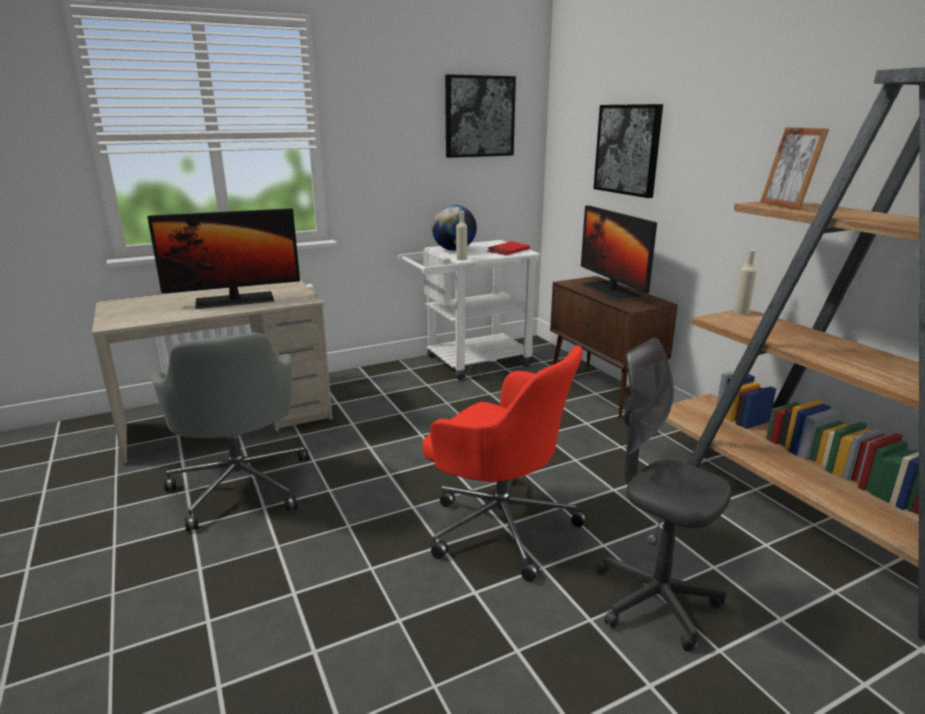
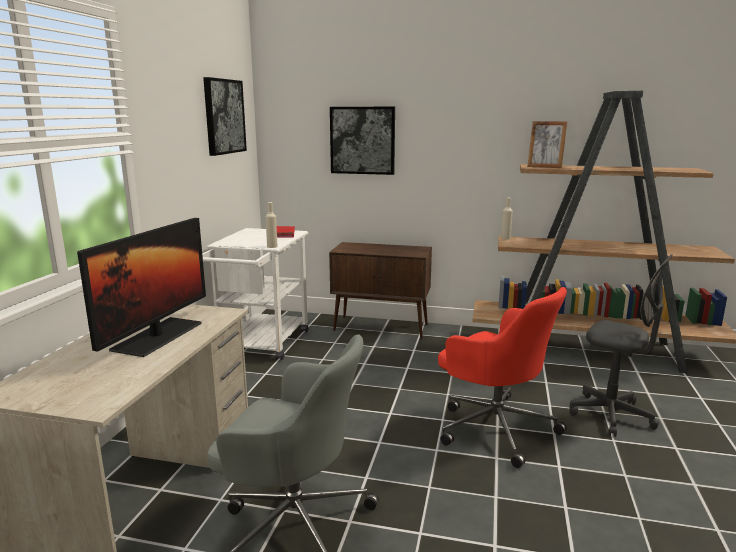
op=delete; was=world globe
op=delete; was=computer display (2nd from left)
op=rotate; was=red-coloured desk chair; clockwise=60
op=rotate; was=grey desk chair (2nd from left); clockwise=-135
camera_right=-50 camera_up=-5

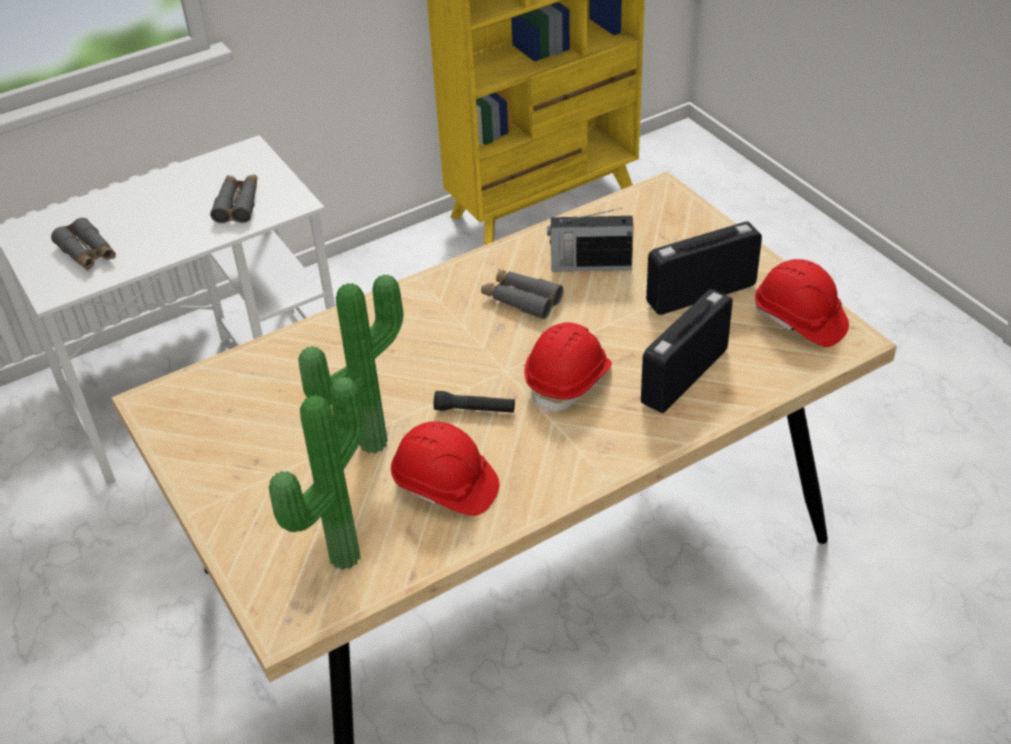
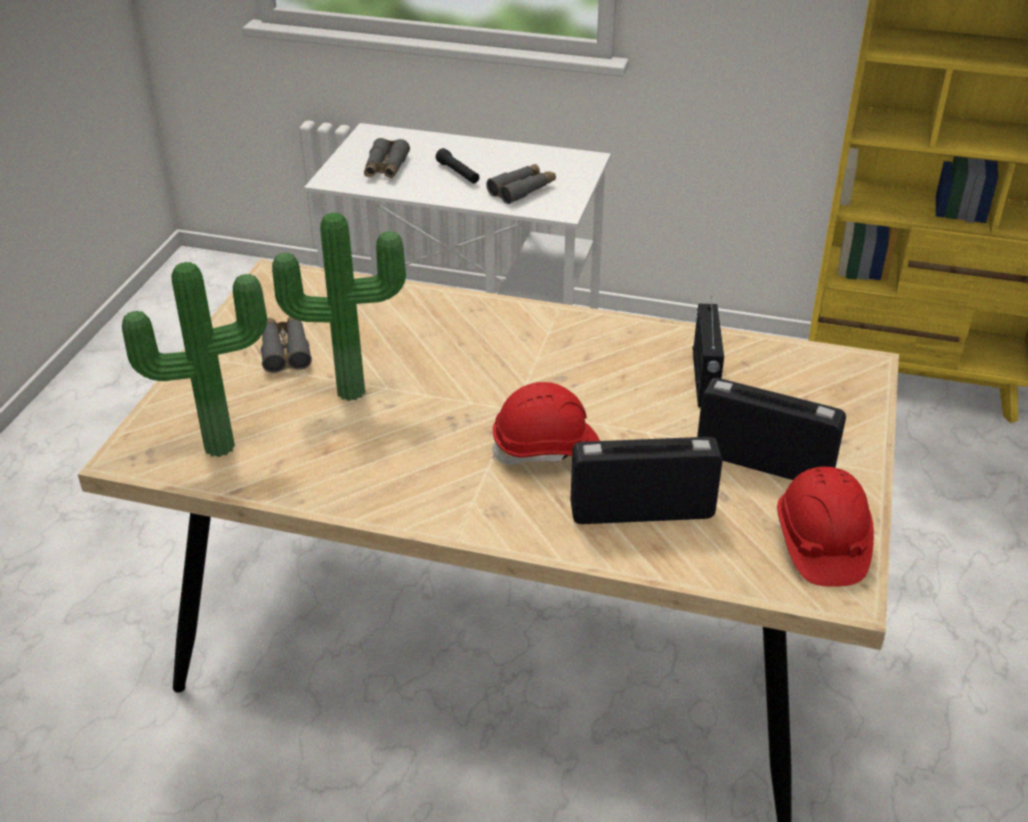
op=delete; was=red-coloured hard hat (1st from left)
op=move; was=black hand torch
op=move; was=grey pair of binoculars (3rd from left in the first image); now=grey pair of binoculars (1st from left)
op=rotate; was=radio (1st from left in the first image); clockwise=-135
camera_right=45 camera_up=-5

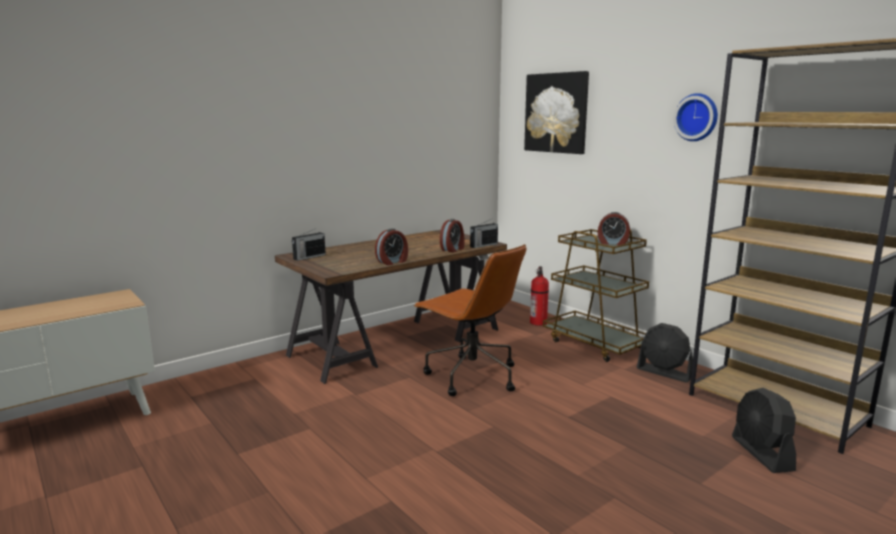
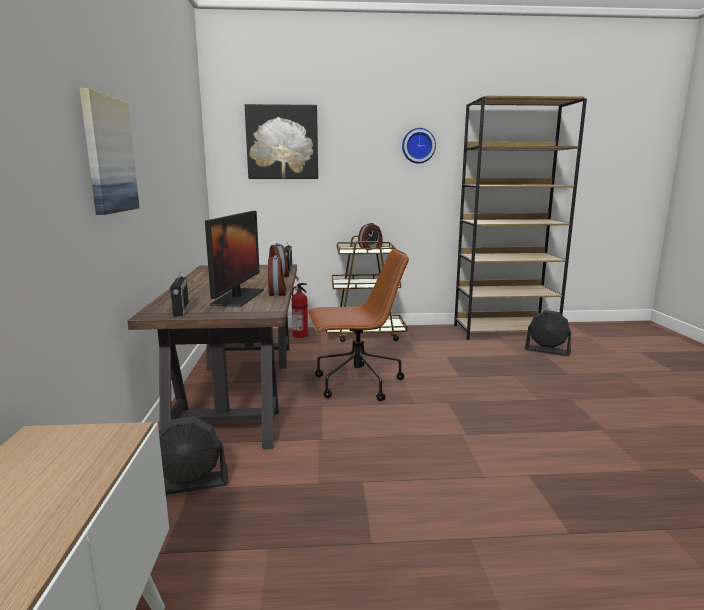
op=insert; now=wall art (1st from left)
op=insert; now=computer display
op=move; was=black cooling fan (1st from left)
camera_right=-55 camera_up=0

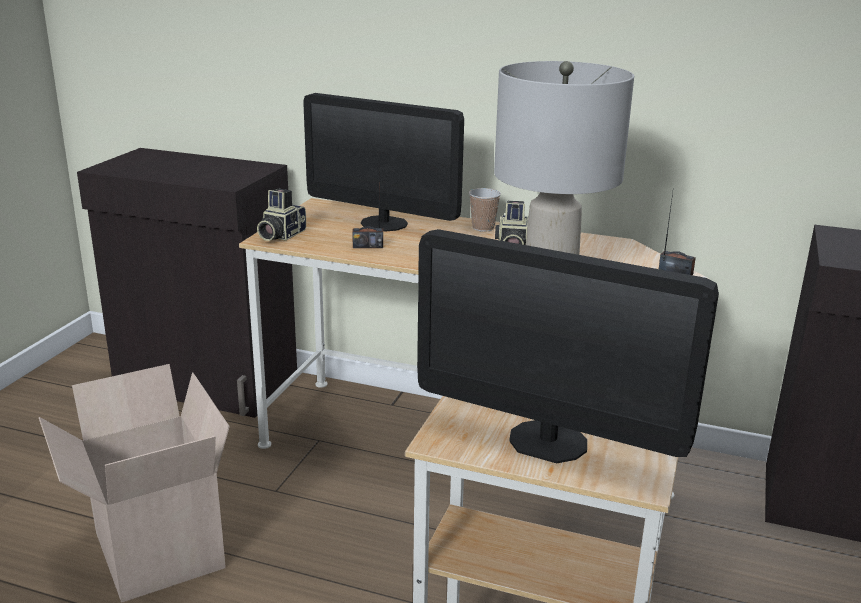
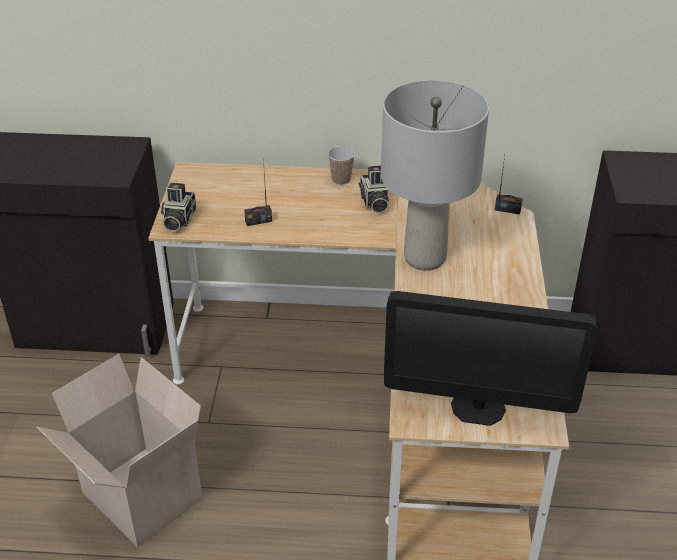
op=delete; was=computer display (1st from left)
camera_right=-15 camera_up=15

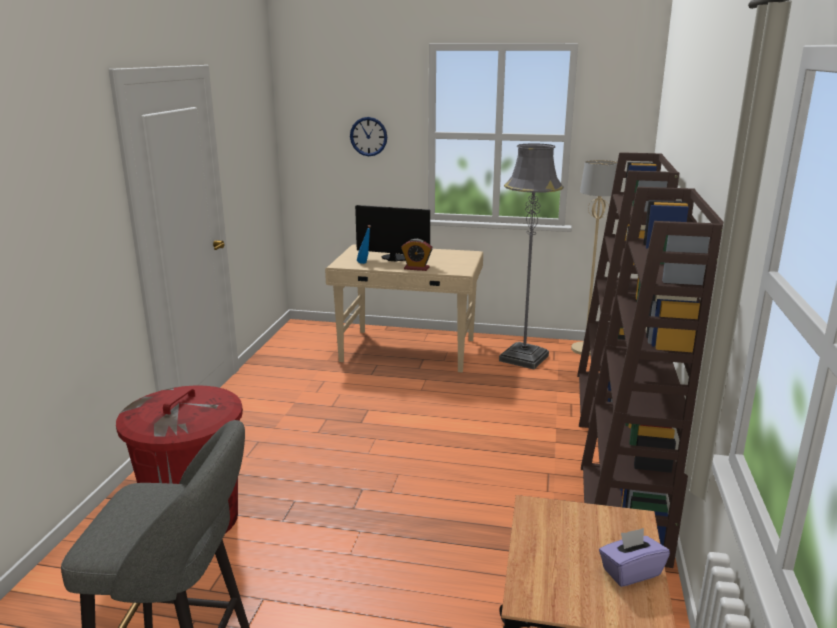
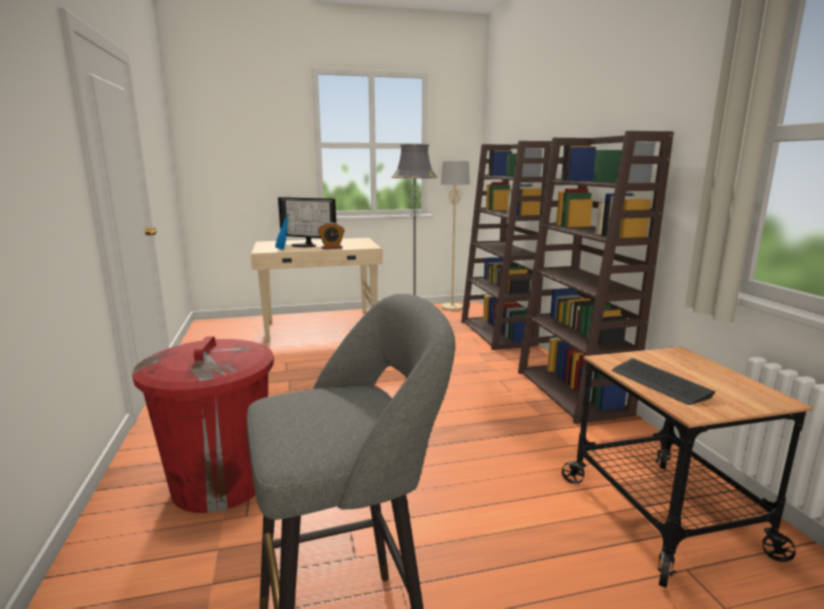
op=delete; was=wall clock
op=delete; was=purplish tissue holder
op=insert; now=keyboard
op=rotate; was=computer display; clockwise=-150
camera_right=-25 camera_up=-5

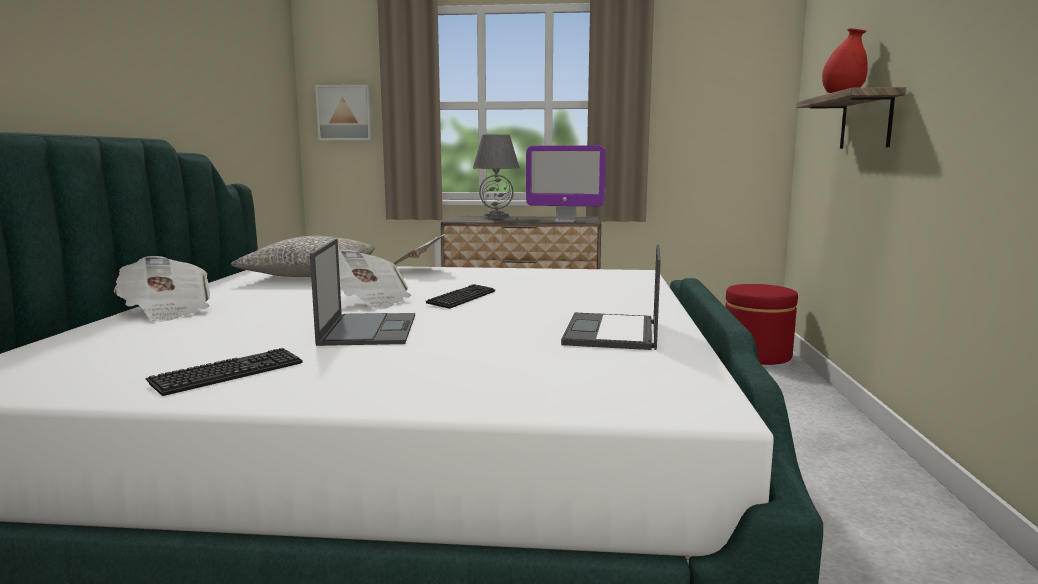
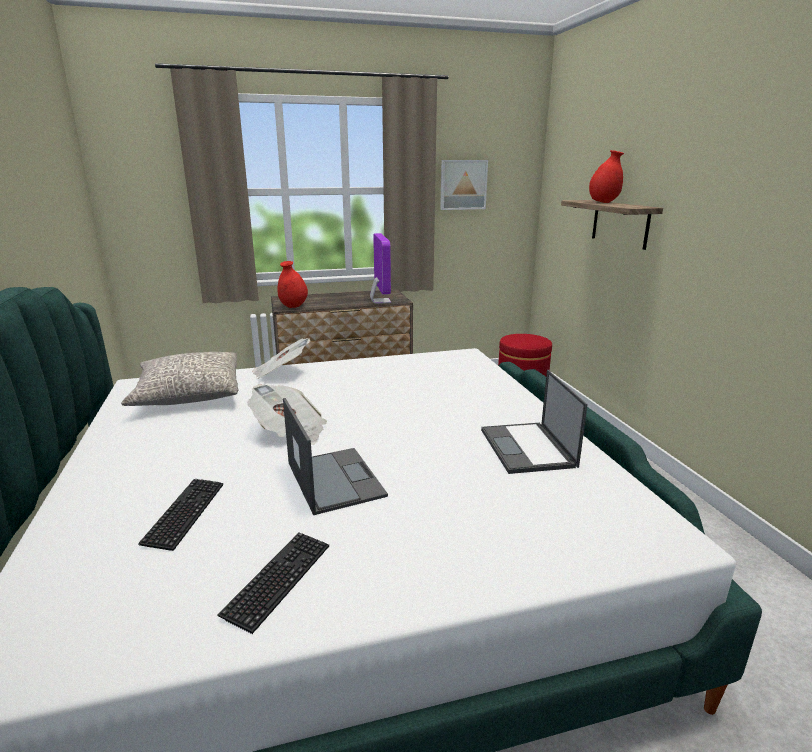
op=delete; was=newspaper (1st from left)
op=delete; was=grey lamp for a table
op=insert; now=red-coloured vase (1st from left)
op=move; was=wall art
op=move; was=keyboard (2nd from left in the first image); now=keyboard (1st from left)
op=rotate; was=computer display; clockwise=-90
camera_right=-20 camera_up=10

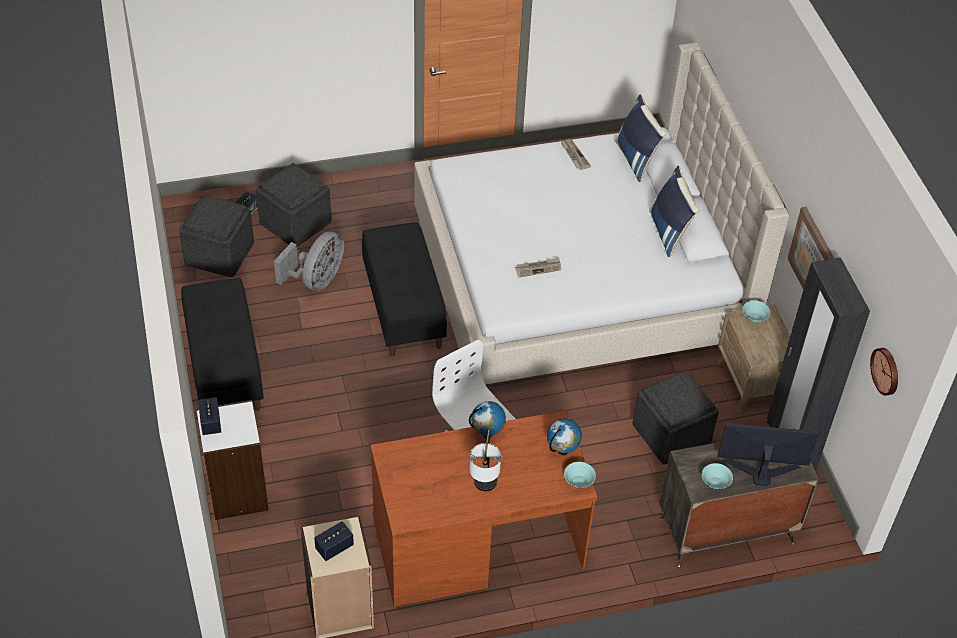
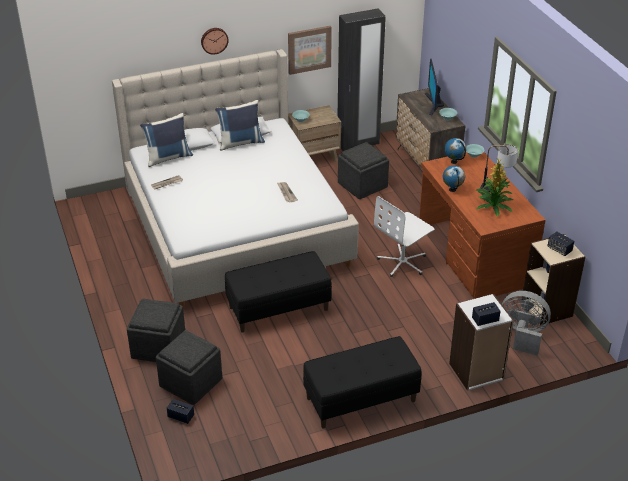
op=insert; now=plant in a pot
op=move; was=grey footrest (1st from left)
op=move; was=grey cooling fan
op=move; was=wall clock
camera_right=-95 camera_up=-10

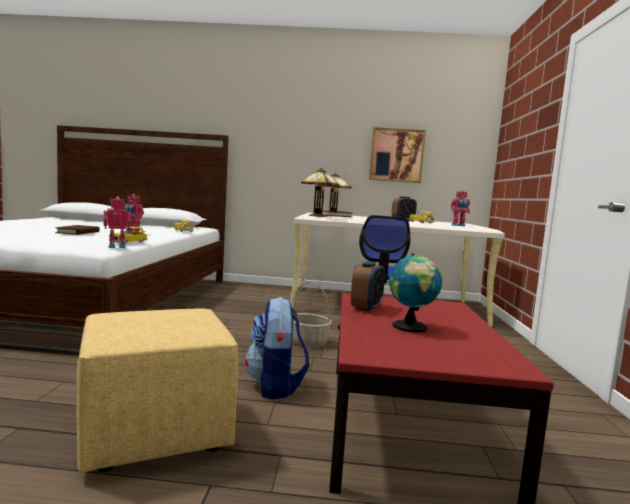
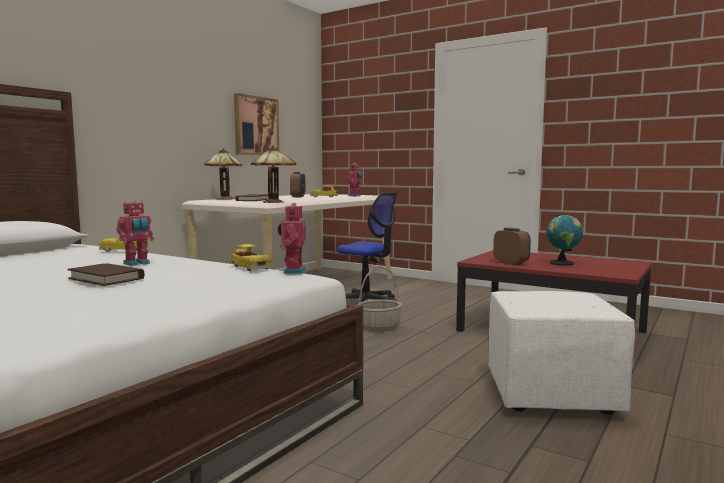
op=delete; was=backpack
op=recolor; was=yellow-coloured footrest; now=white-coloured footrest
camera_right=-60 camera_up=0

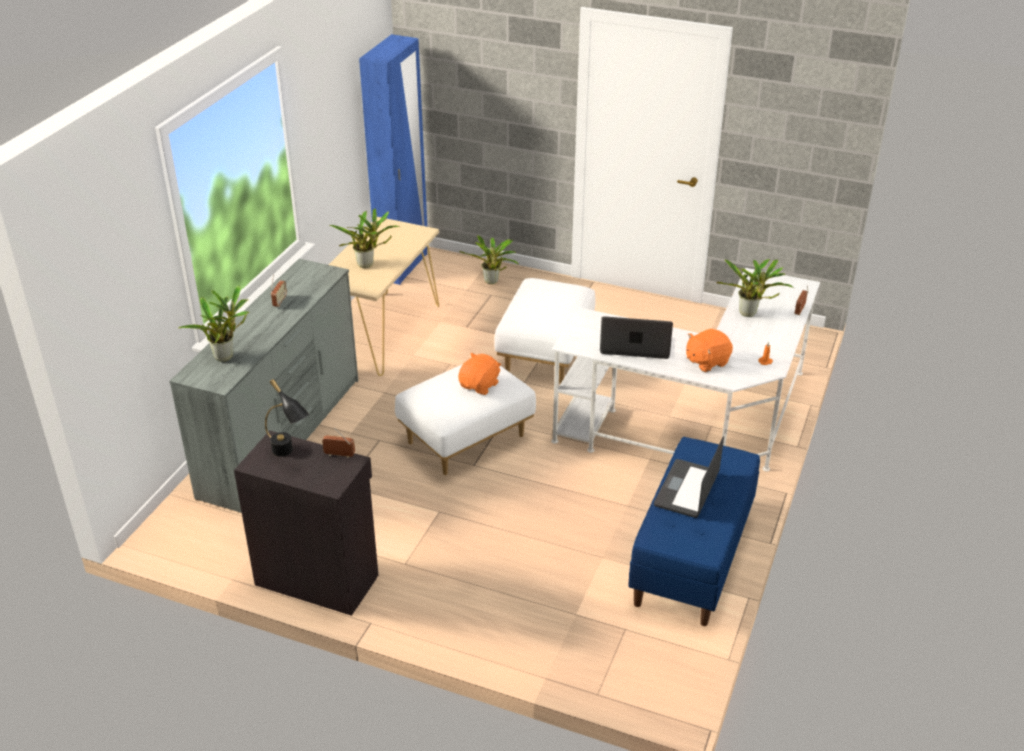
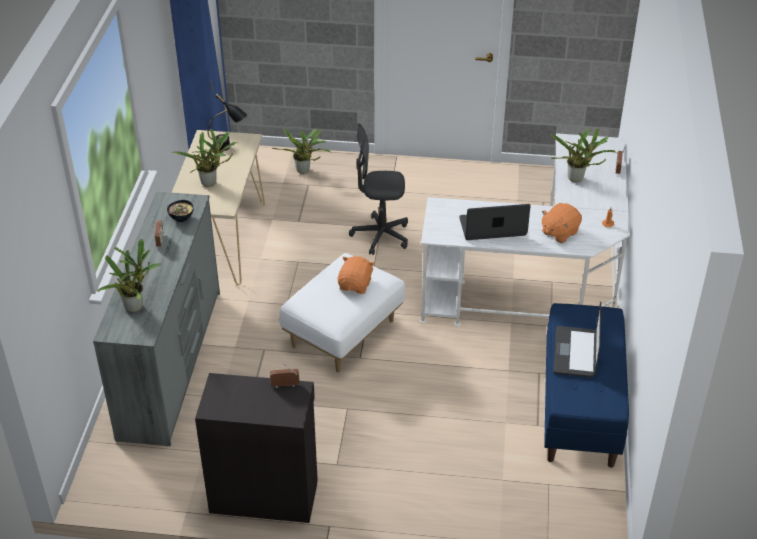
op=insert; now=bowl
op=move; was=black lamp for a table
op=replace; was=white-coloured footrest (2nd from left); now=grey desk chair
camera_right=-15 camera_up=5

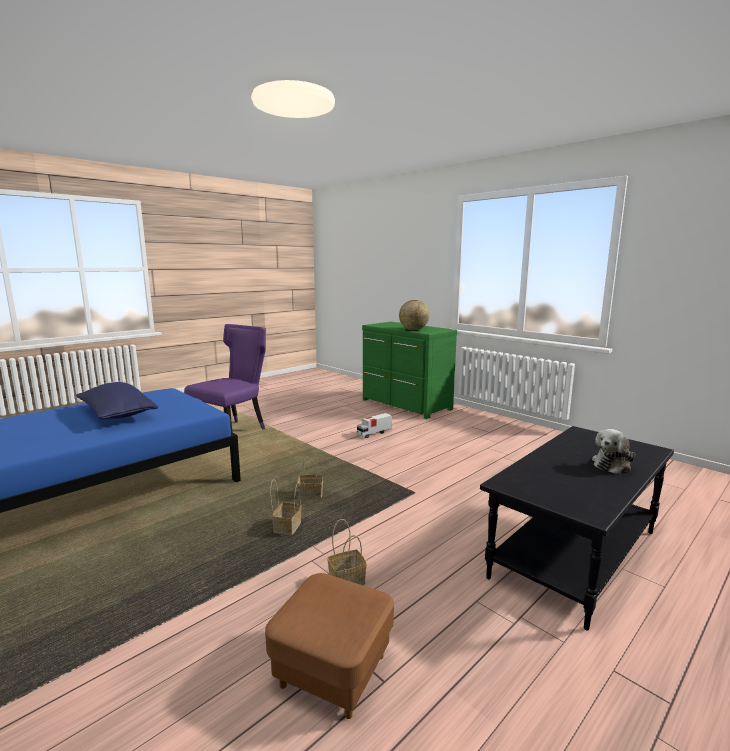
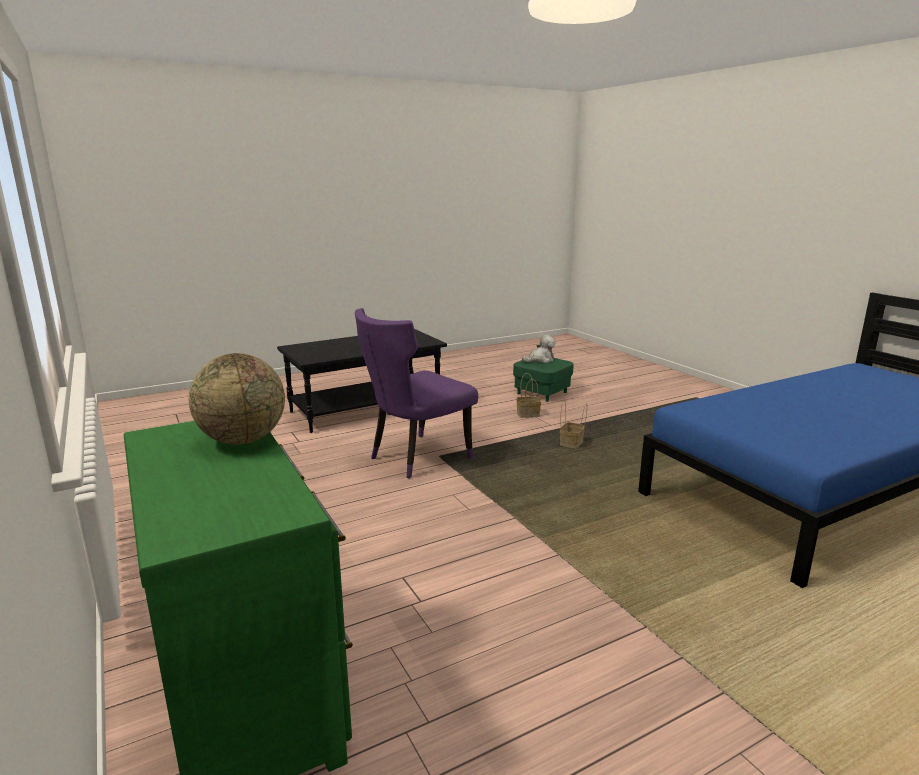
op=delete; was=blue throw pillow
op=delete; was=storage basket (2nd from left)
op=delete; was=model truck
op=move; was=purplish chair
op=move; was=plush toy
op=recolor; was=brownish footrest; now=green footrest
camera_right=-165 camera_up=5

